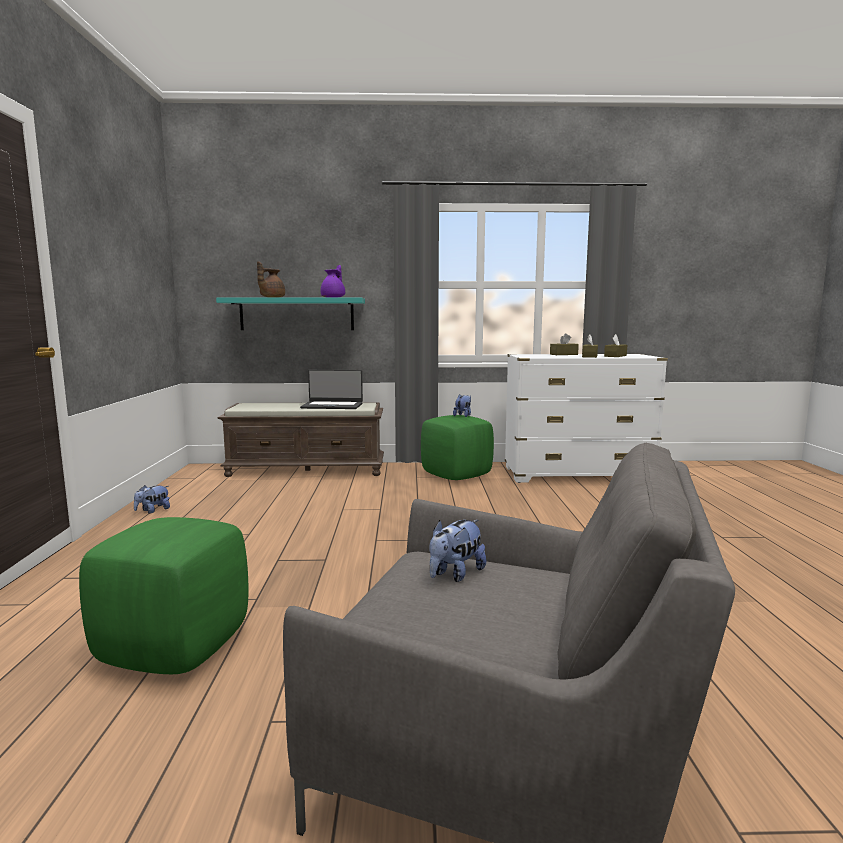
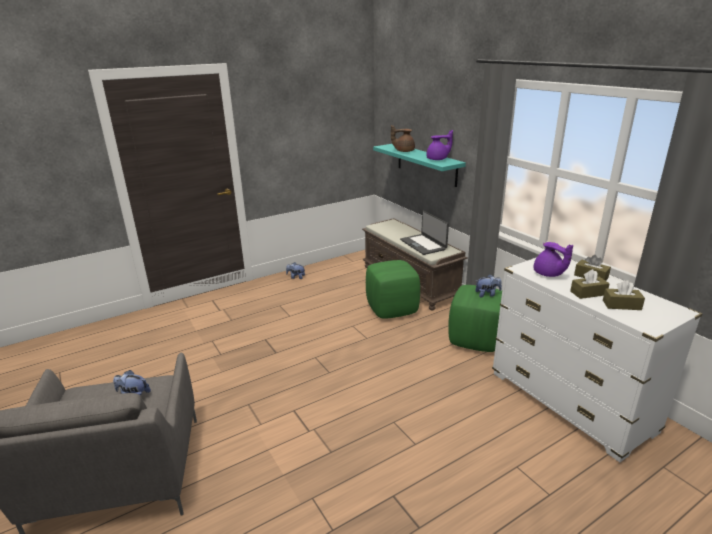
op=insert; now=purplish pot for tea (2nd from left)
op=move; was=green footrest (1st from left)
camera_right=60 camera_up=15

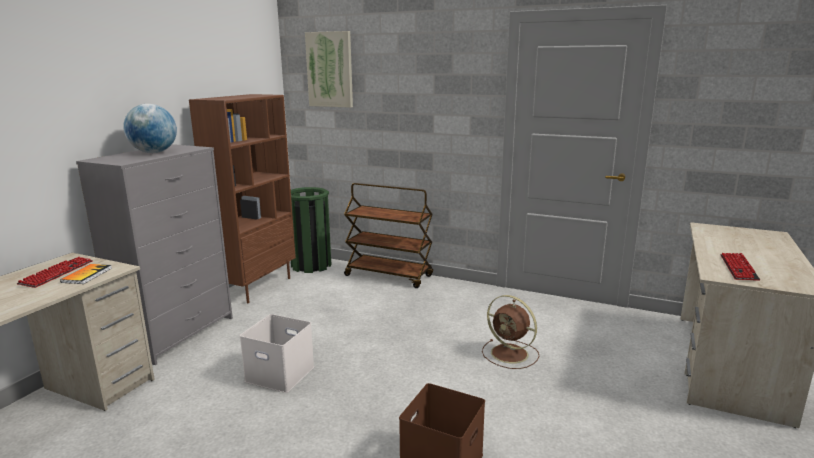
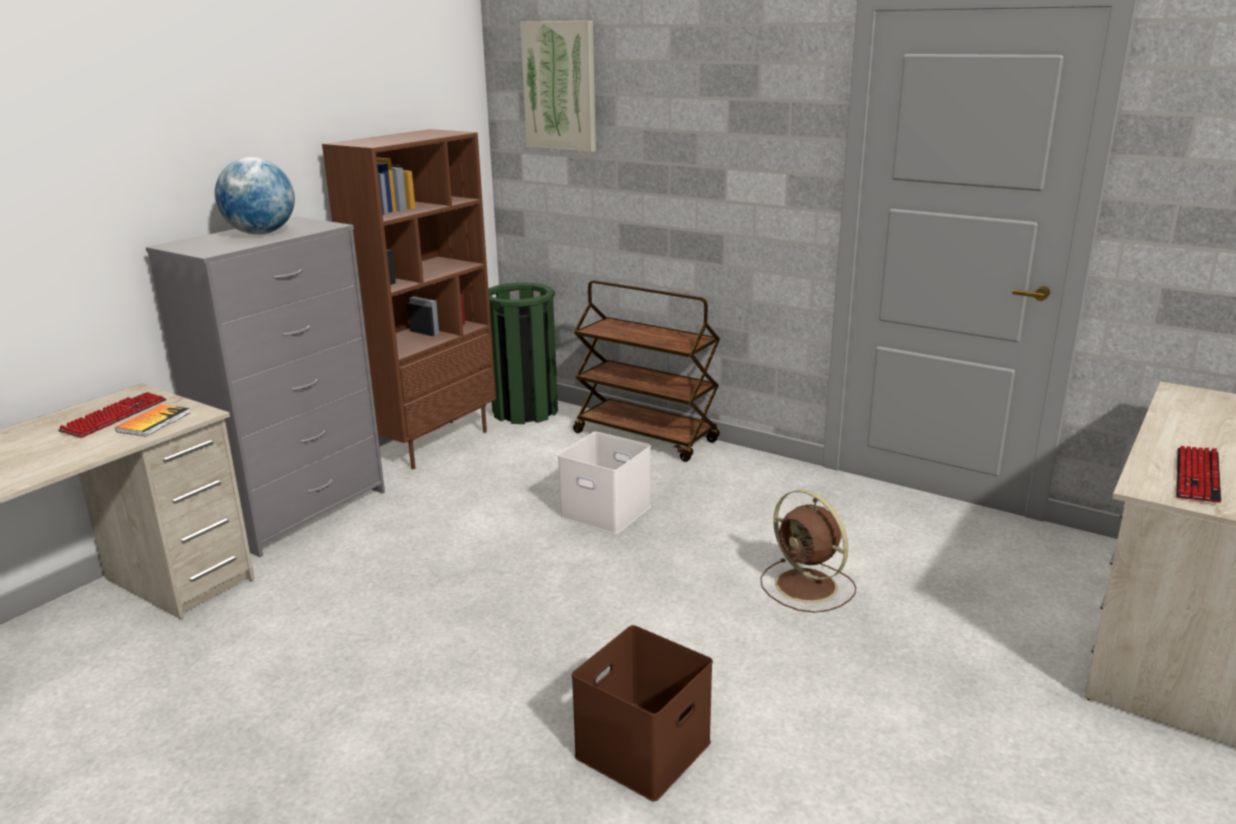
op=move; was=white-coloured storage bin
camera_right=10 camera_up=5

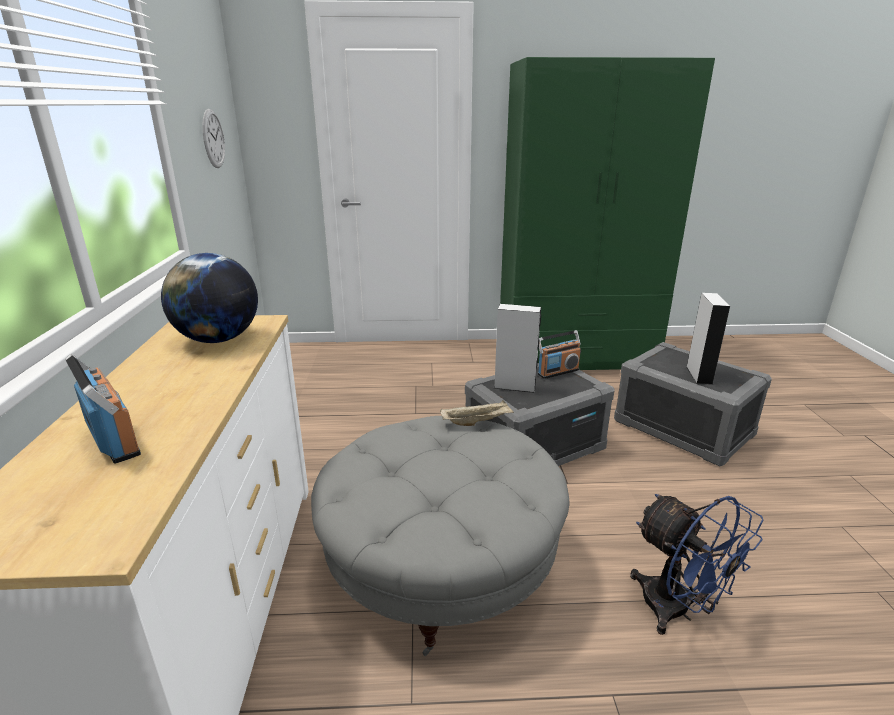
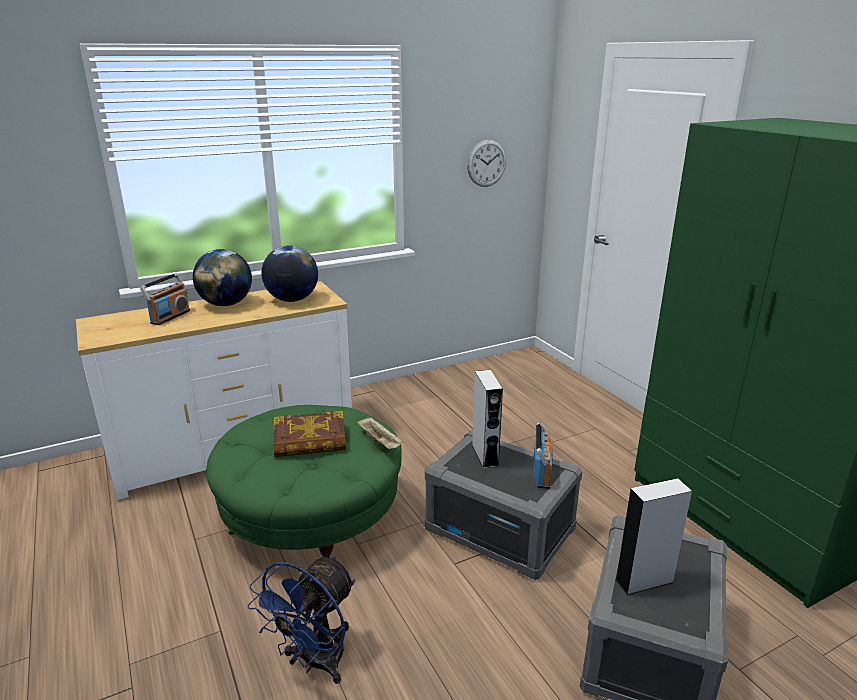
op=insert; now=world globe (1st from left)
op=insert; now=volume
op=recolor; was=grey footrest; now=green footrest
op=rotate; was=radio (2nd from left); clockwise=-120
camera_right=65 camera_up=0

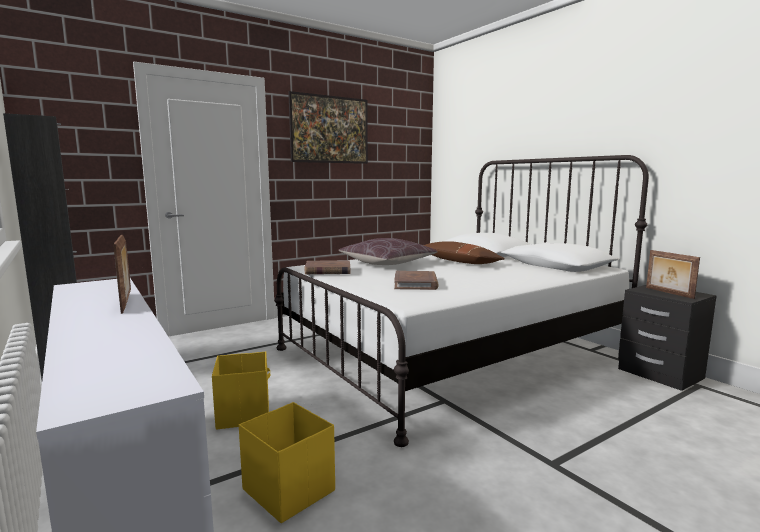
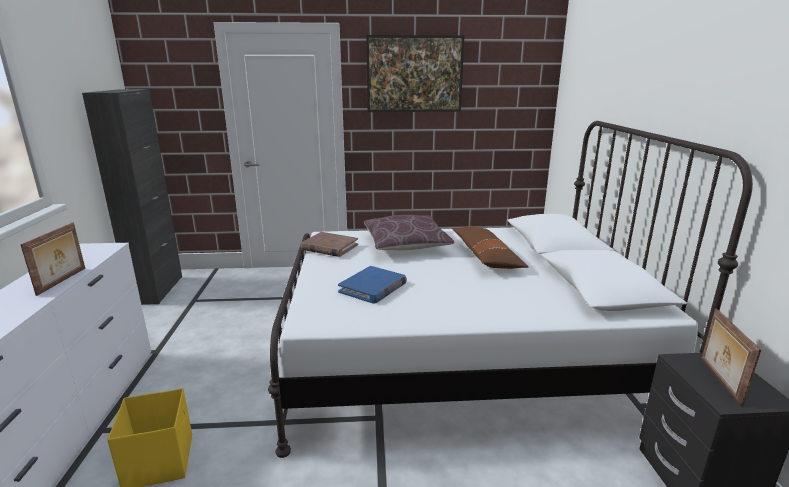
op=delete; was=yellow-coloured storage bin (1st from left)
op=recolor; was=brownish volume (2nd from left); now=blue volume
camera_right=30 camera_up=10

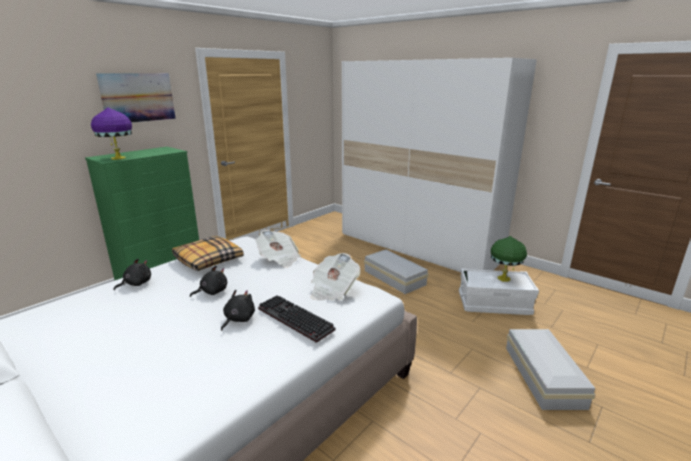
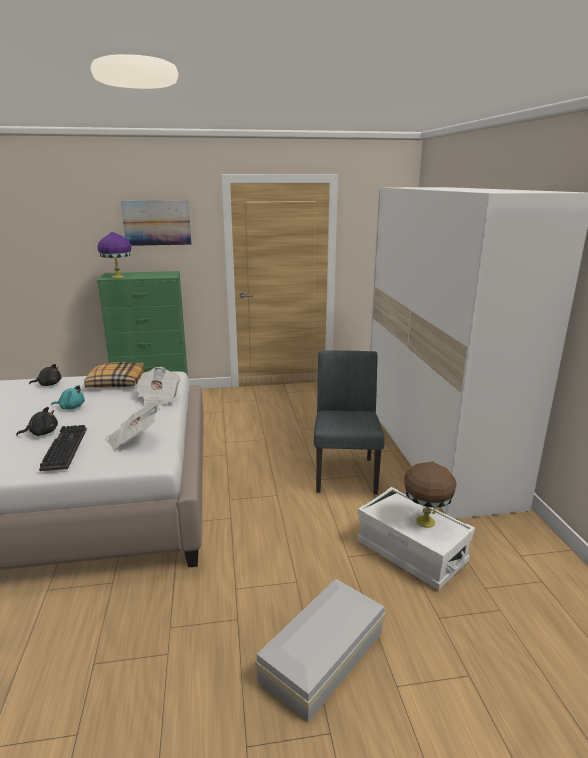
op=replace; was=white-coloured storage bin (1st from left); now=grey chair
op=recolor; was=black plush toy (2nd from left); now=turquoise-coloured plush toy
op=recolor; was=green lamp for a table; now=brownish lamp for a table
camera_right=40 camera_up=0

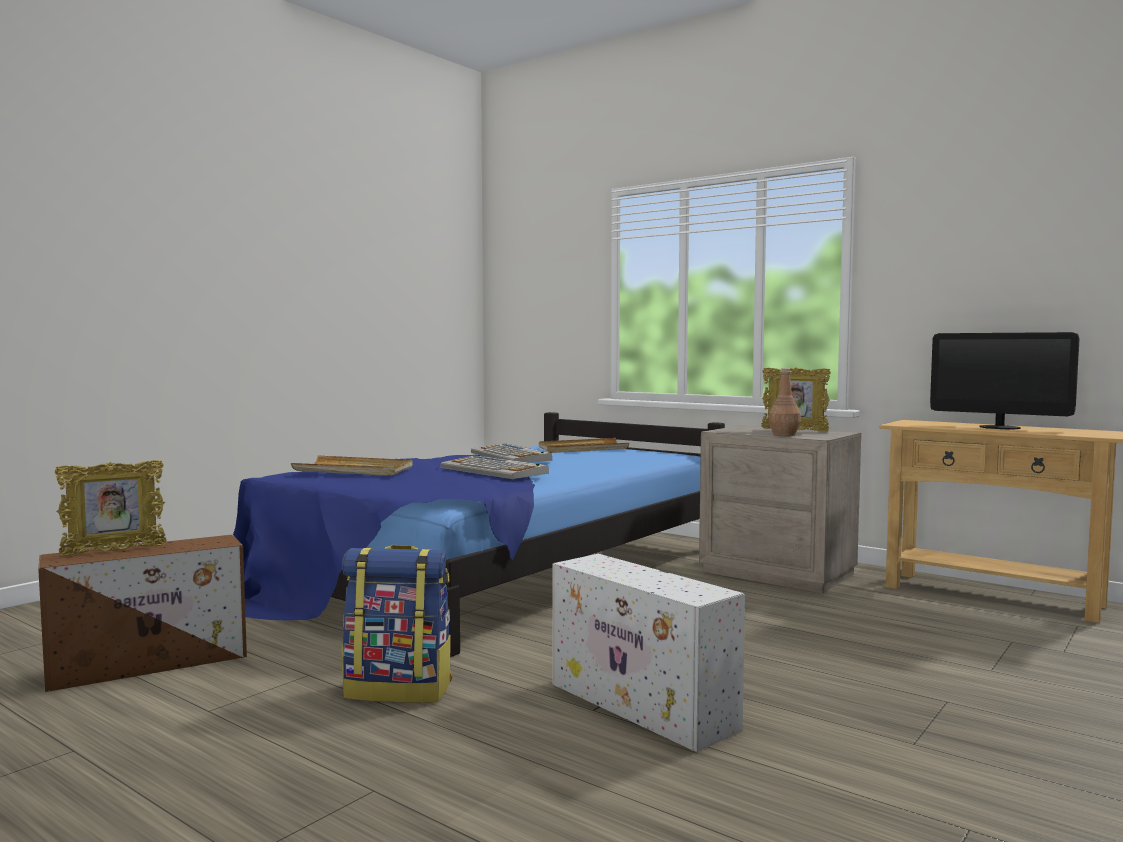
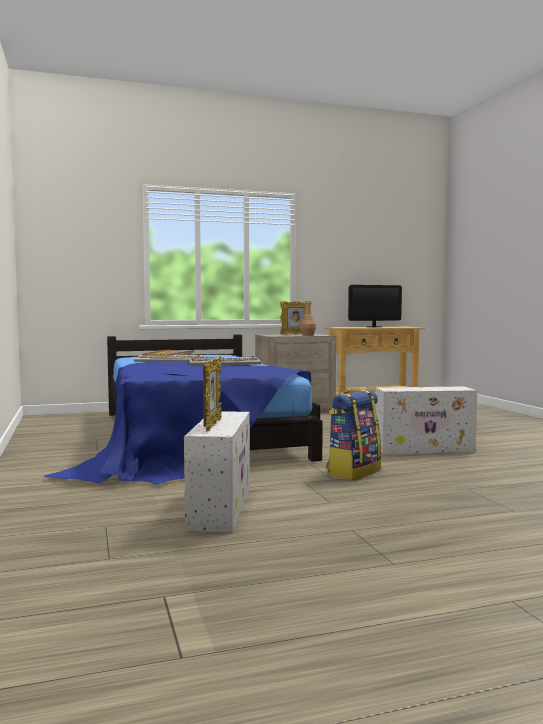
op=delete; was=beige tray (1st from left)
op=recolor; was=brownish storage bin; now=white-coloured storage bin (1st from left)
camera_right=-55 camera_up=0

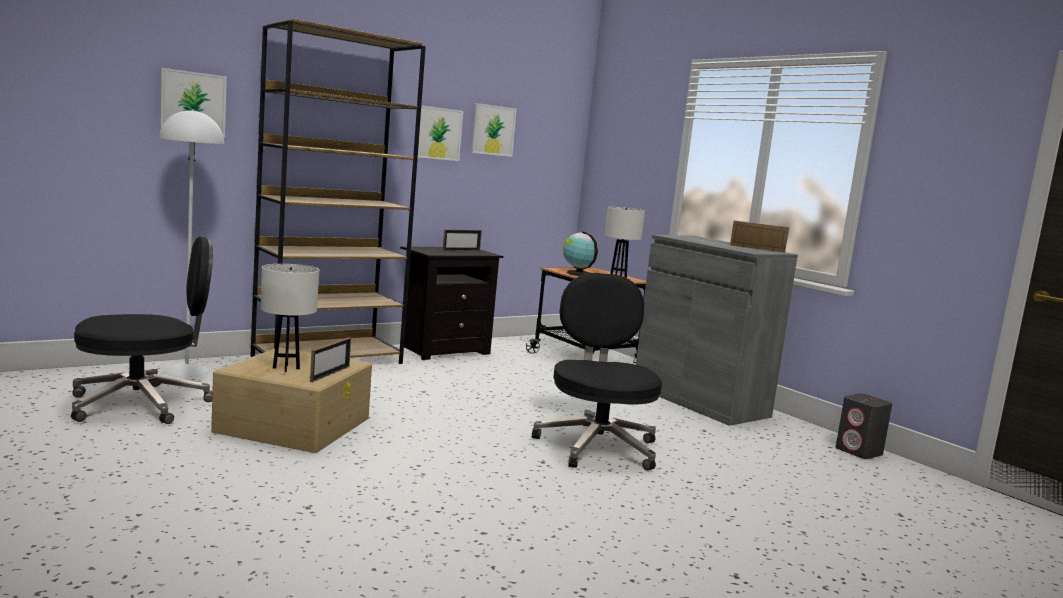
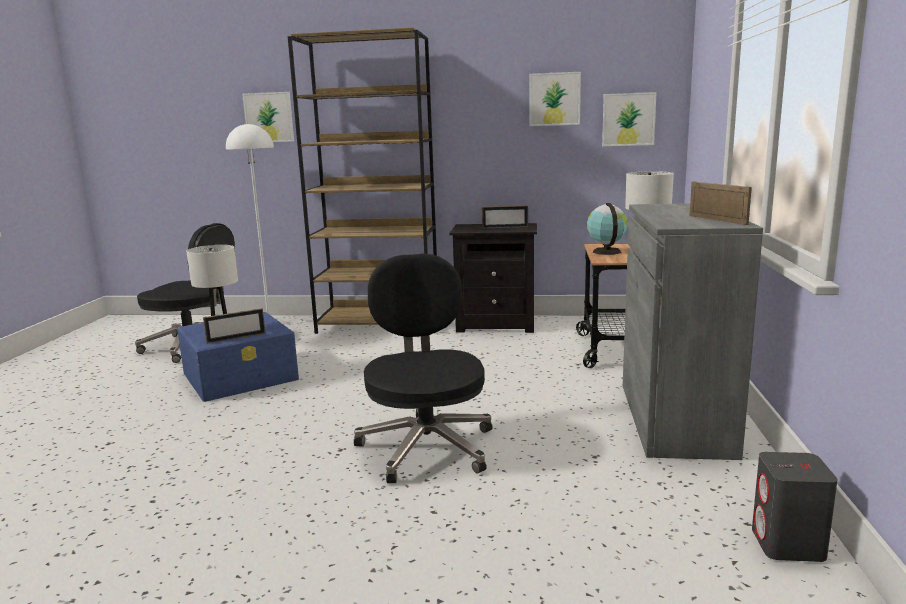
op=move; was=wall art (2nd from left in the first image); now=wall art (3rd from left)
op=recolor; was=beige storage bin; now=blue storage bin
op=rotate; was=black desk chair (2nd from left); clockwise=-45
camera_right=45 camera_up=5

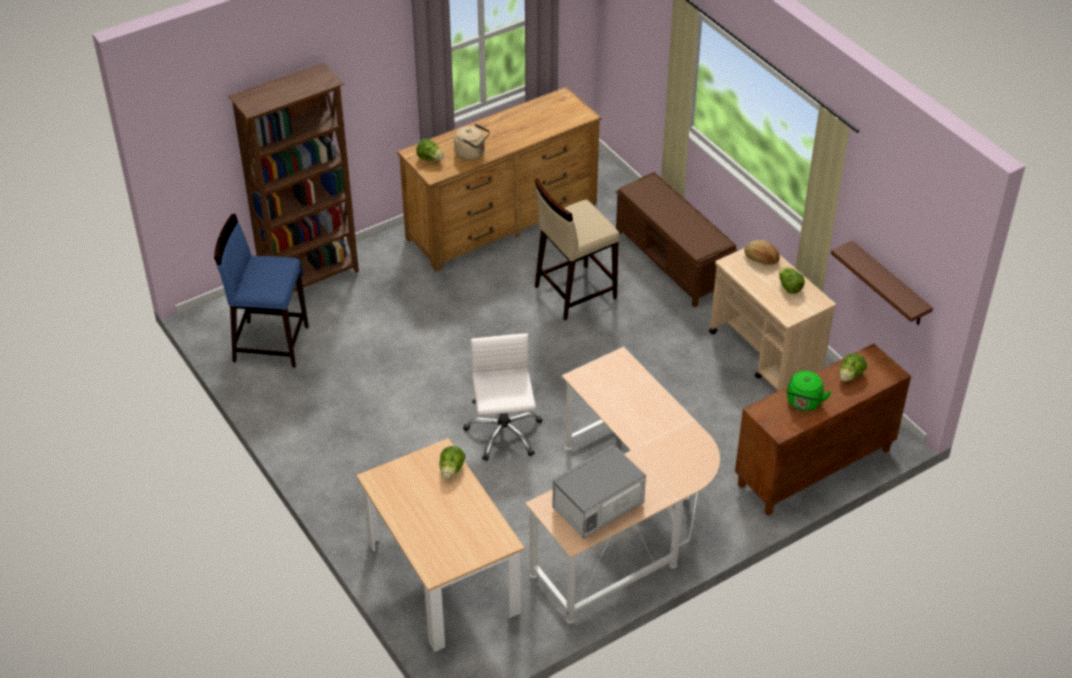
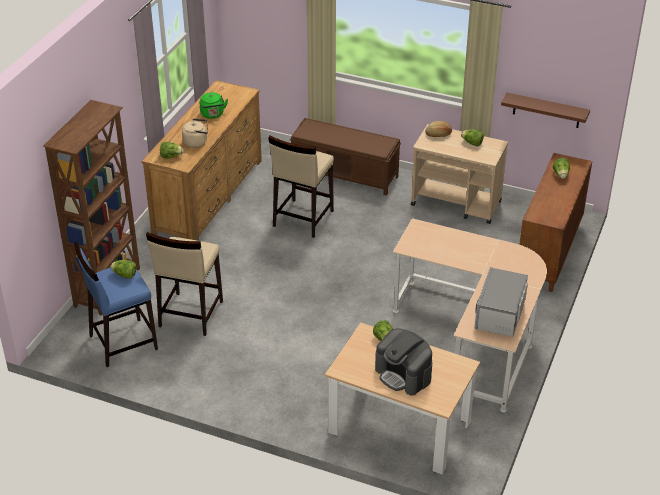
op=delete; was=white-coloured desk chair
op=insert; now=lettuce (1st from left)
op=insert; now=beige stool (1st from left)
op=insert; now=coffee machine
op=move; was=green water kettle
camera_right=-35 camera_up=-5

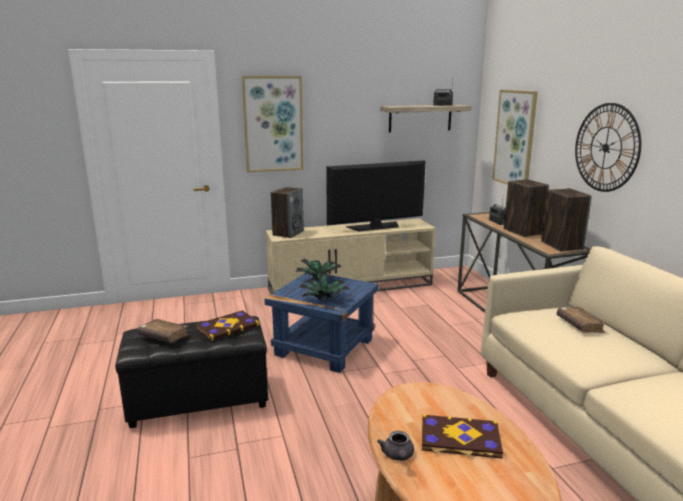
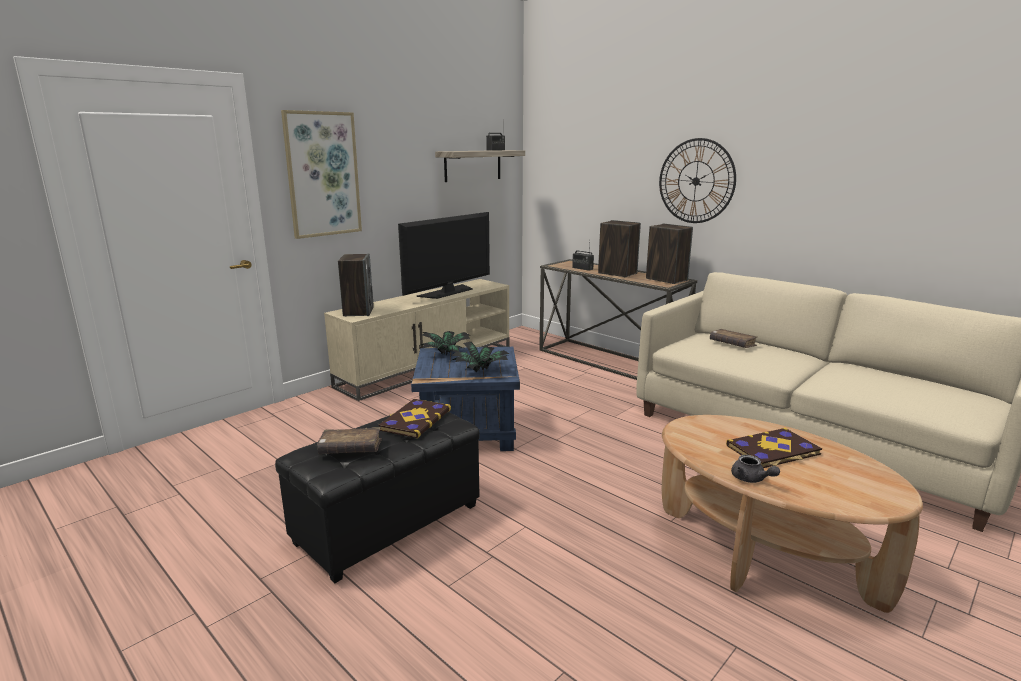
op=delete; was=wall art (2nd from left)
camera_right=-30 camera_up=0

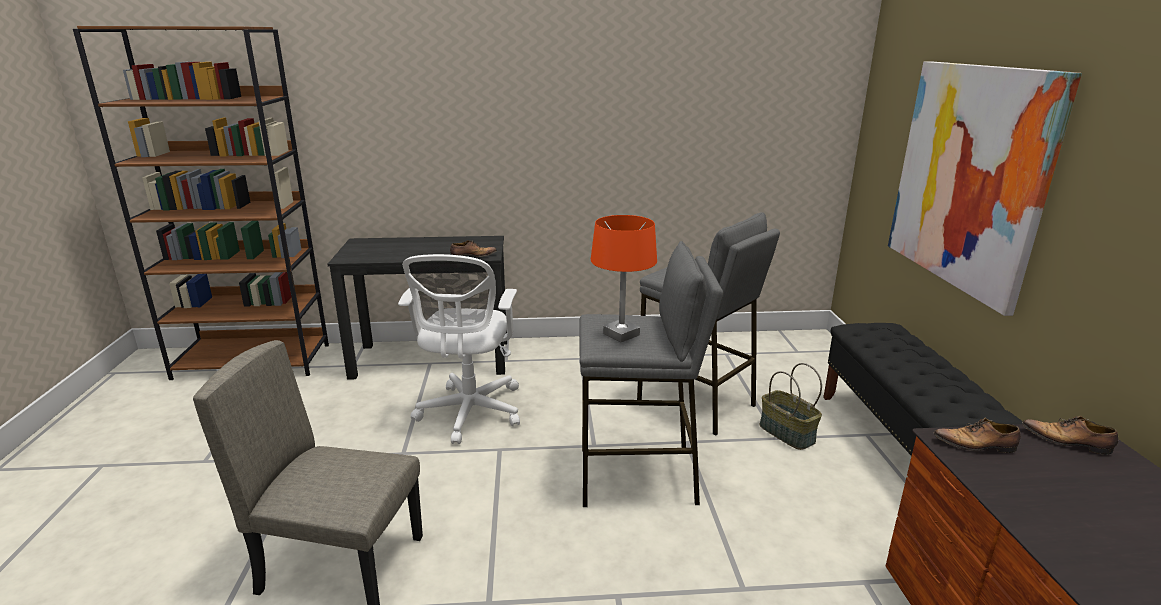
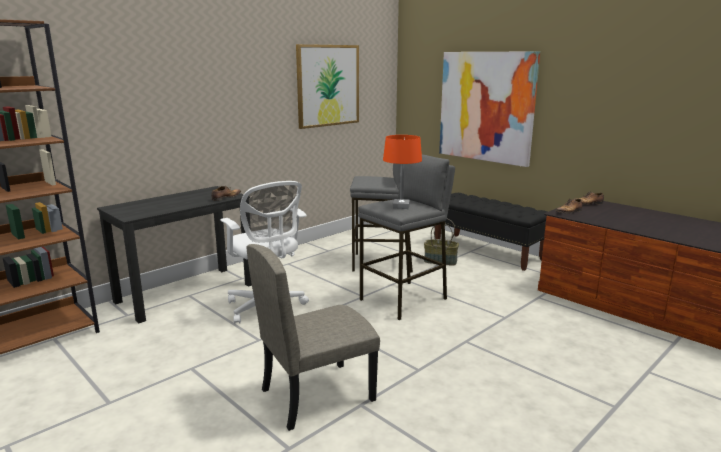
op=insert; now=wall art (1st from left)
camera_right=-40 camera_up=-5

